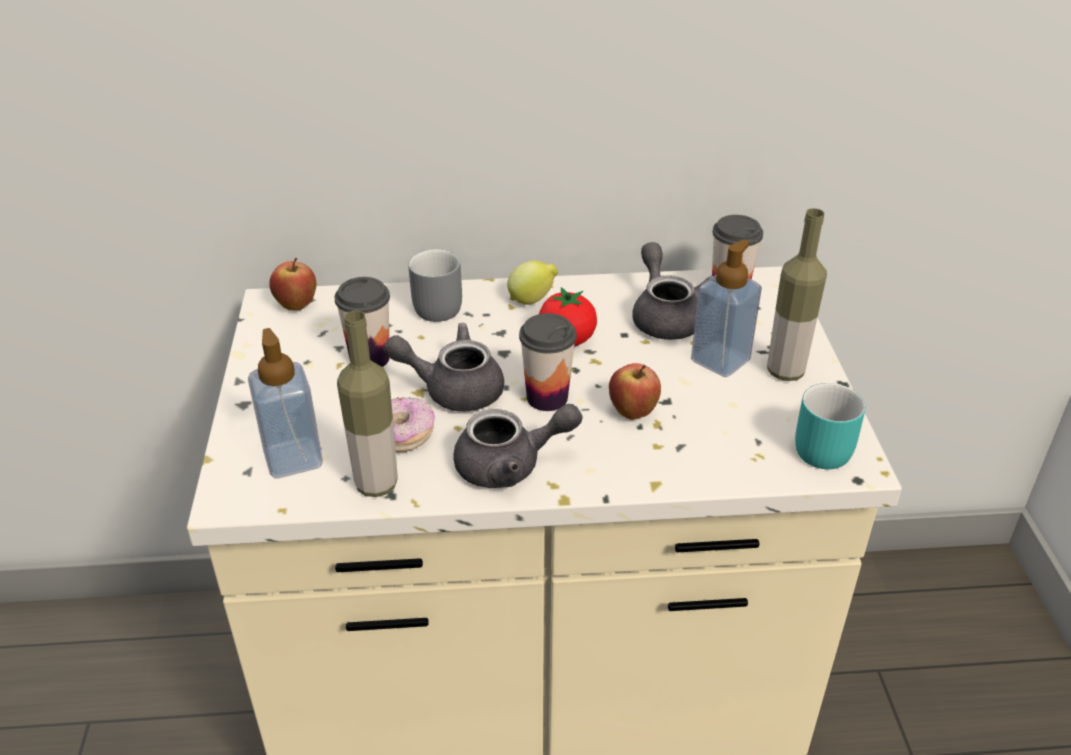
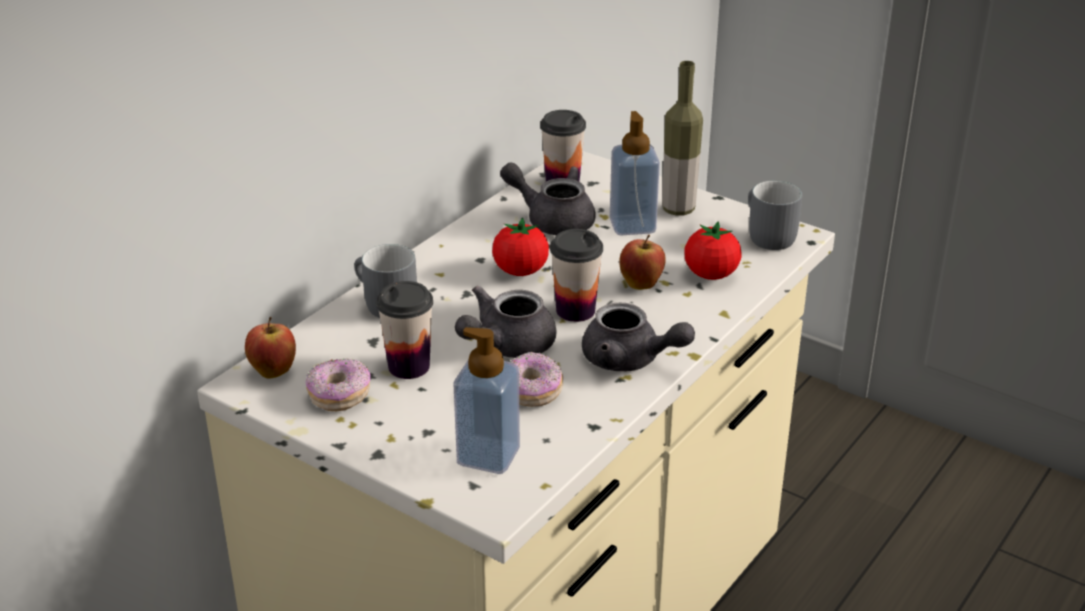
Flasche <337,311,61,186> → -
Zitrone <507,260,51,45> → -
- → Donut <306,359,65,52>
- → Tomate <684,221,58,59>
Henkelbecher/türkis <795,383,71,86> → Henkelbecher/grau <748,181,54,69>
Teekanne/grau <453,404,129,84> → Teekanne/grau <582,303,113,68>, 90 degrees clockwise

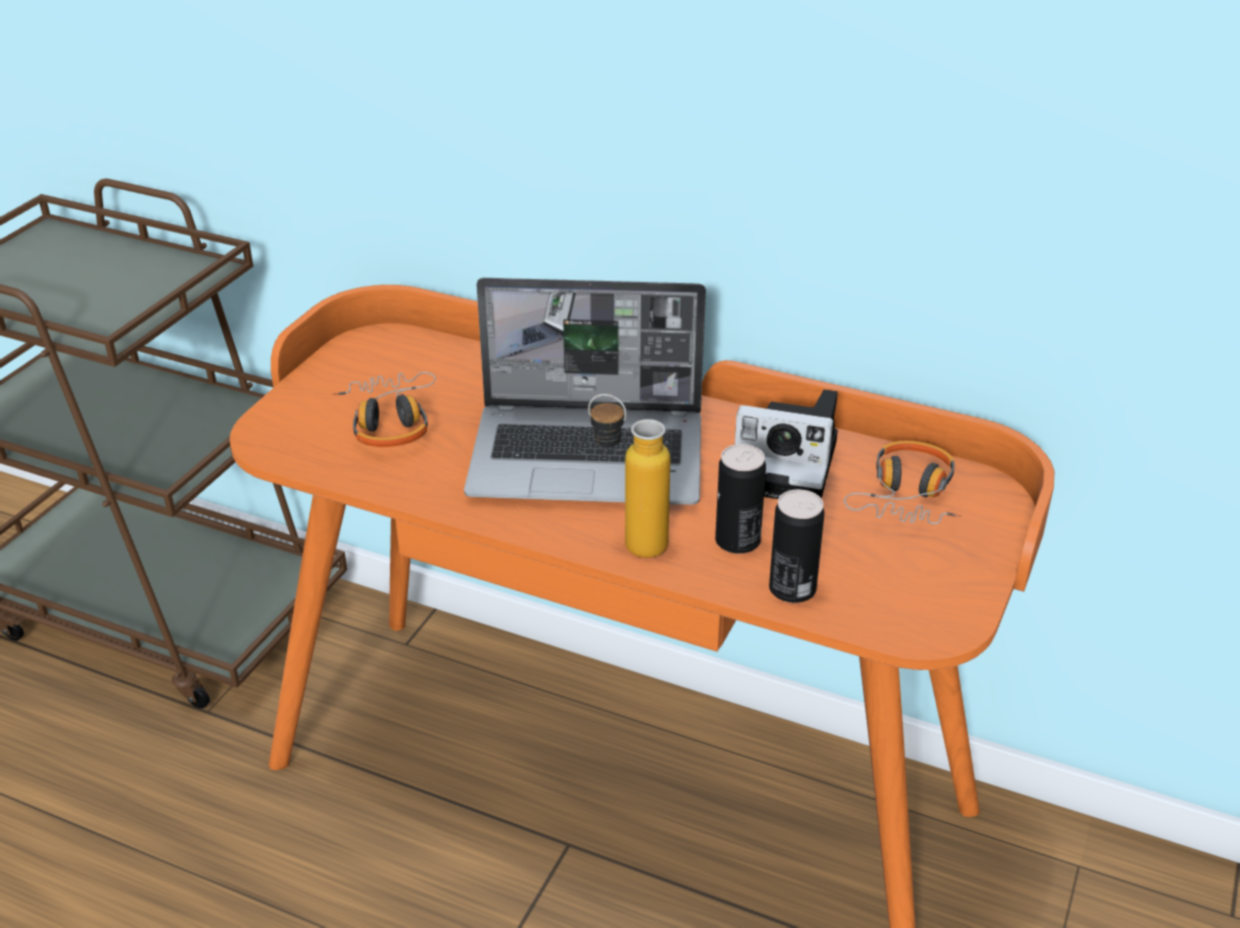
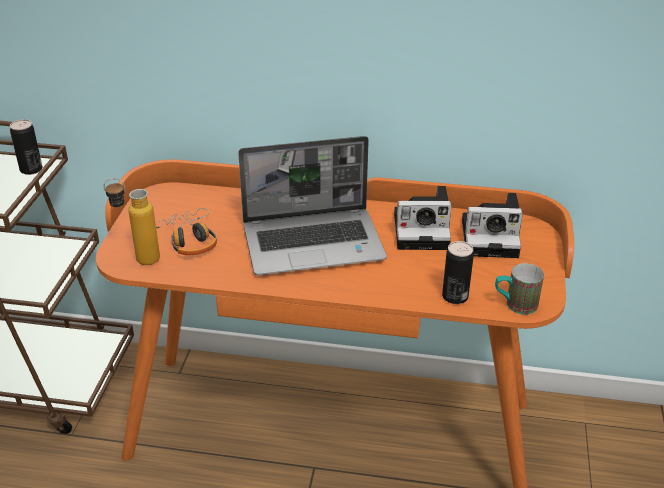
- → Henkelbecher <495,263,49,52>
Flasche <588,394,82,164> → Flasche <104,178,56,87>, move
Dose <715,444,51,110> → Dose <10,119,33,56>, move
Kopfhörer <844,441,118,83> → Kamera <462,193,61,65>

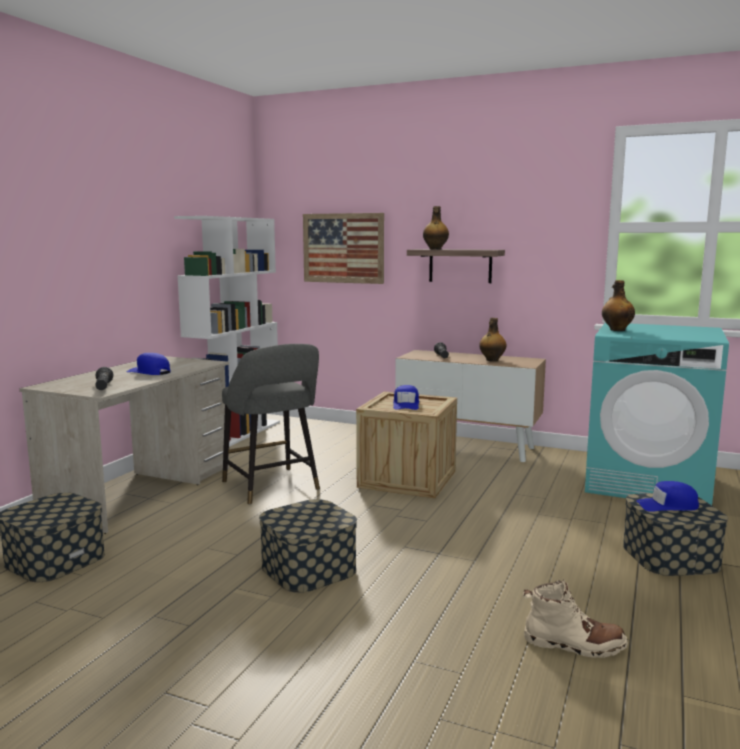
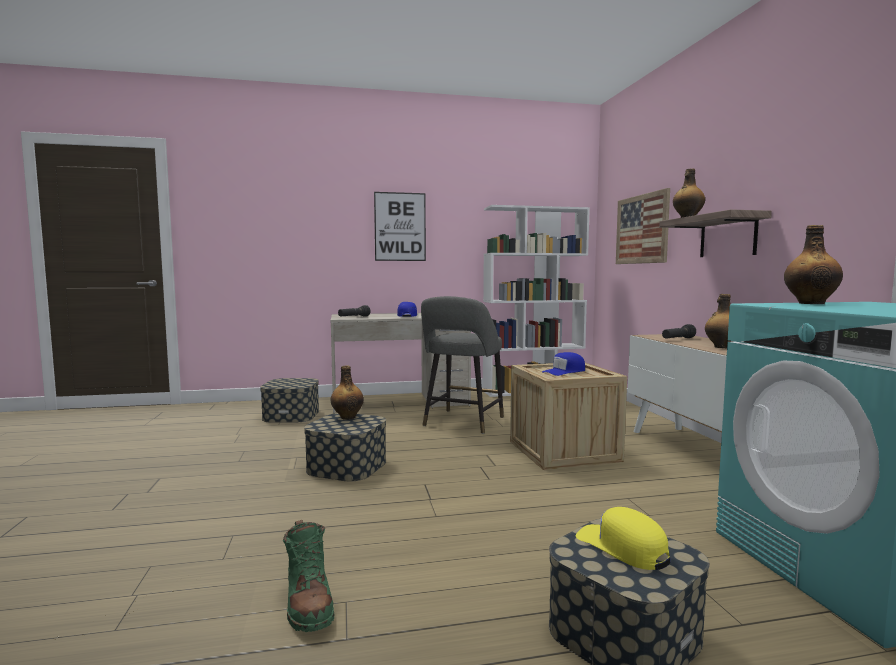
- → Flasche <331,365,33,55>
- → Bild <374,192,52,69>
Stiefel/beige <523,580,105,78> → Stiefel/grün <283,519,52,113>
Kappe/blau <636,481,63,31> → Kappe/gelb <576,507,94,63>

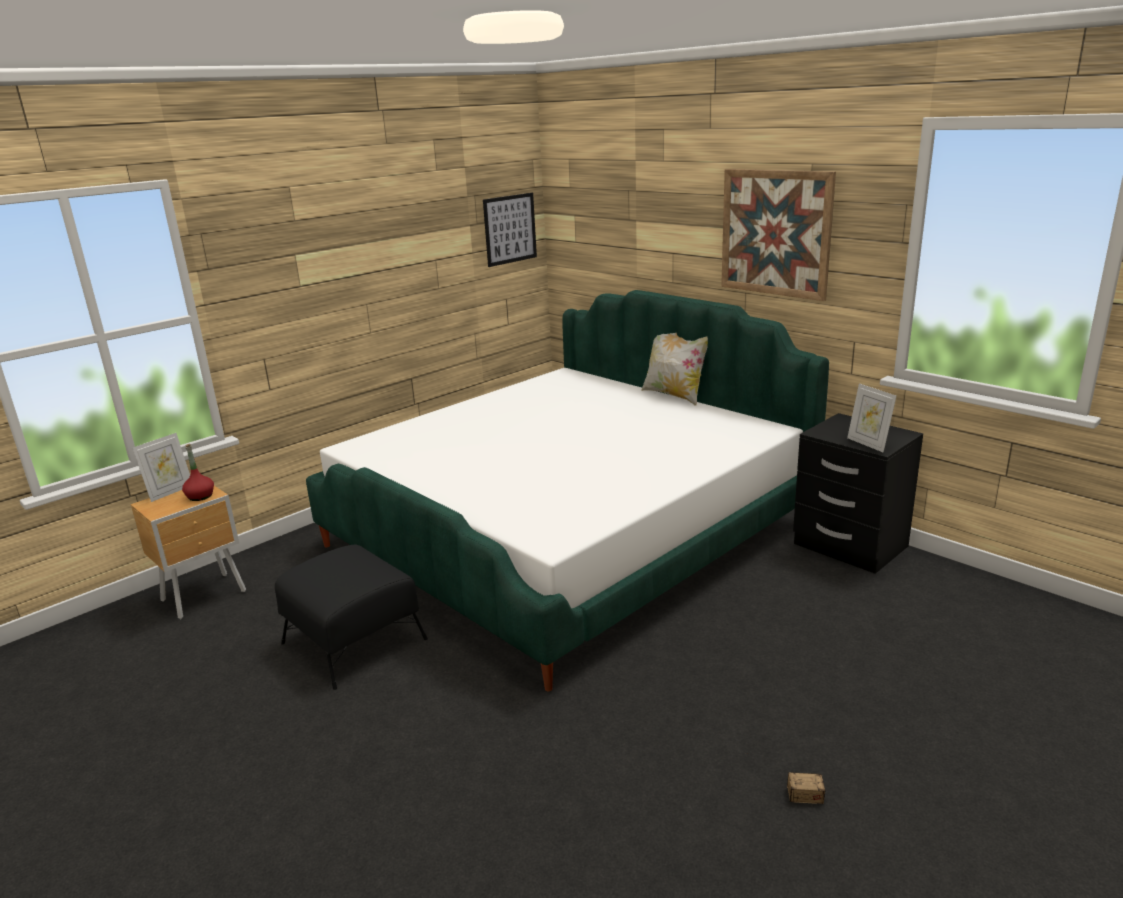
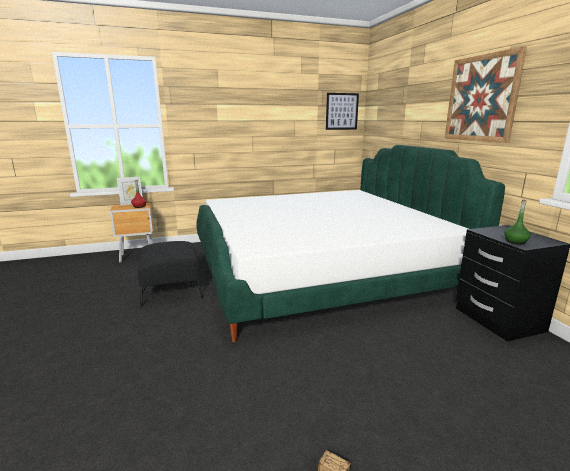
Kissen <641,333,67,73> → -
Bilderrahmen <847,384,49,69> → Flasche/grün <504,199,27,45>

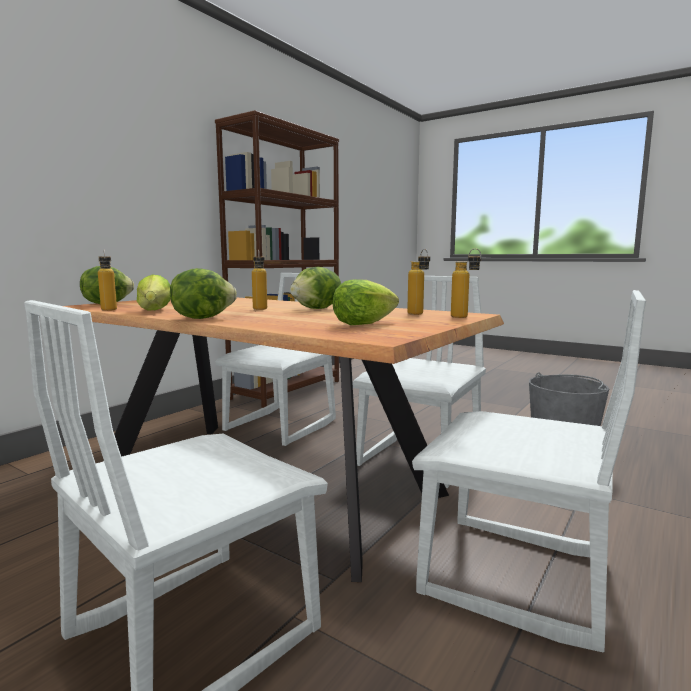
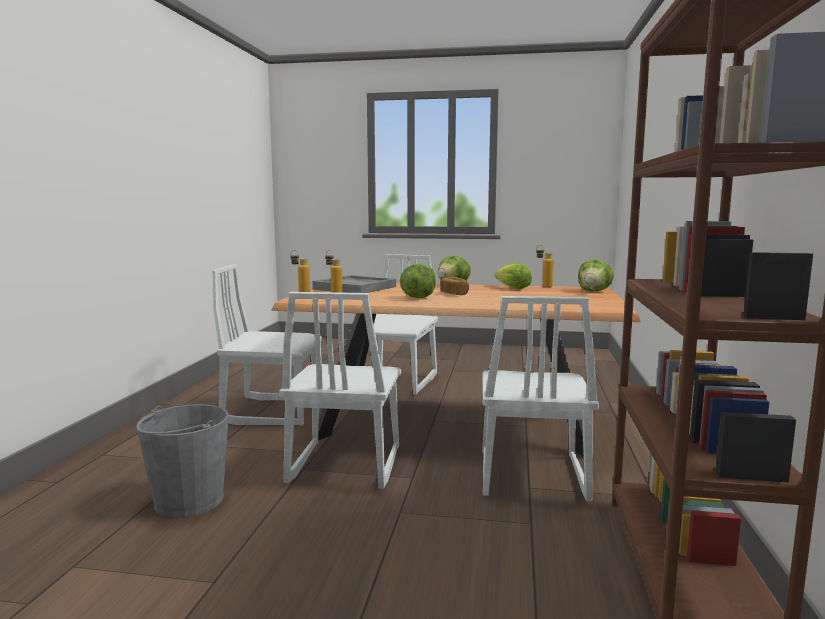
Flasche <252,250,15,60> → Brot <440,277,29,18>
Salatkopf <333,279,66,46> → Tablett/grau <313,275,83,18>

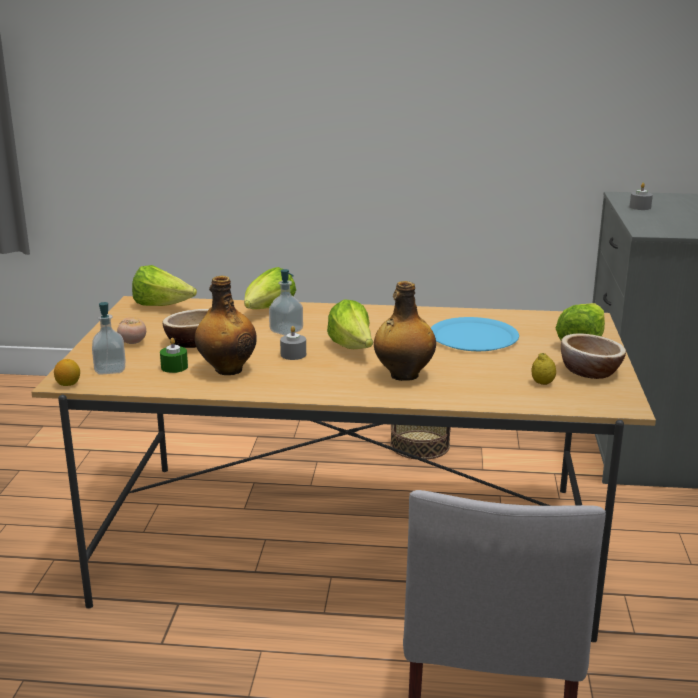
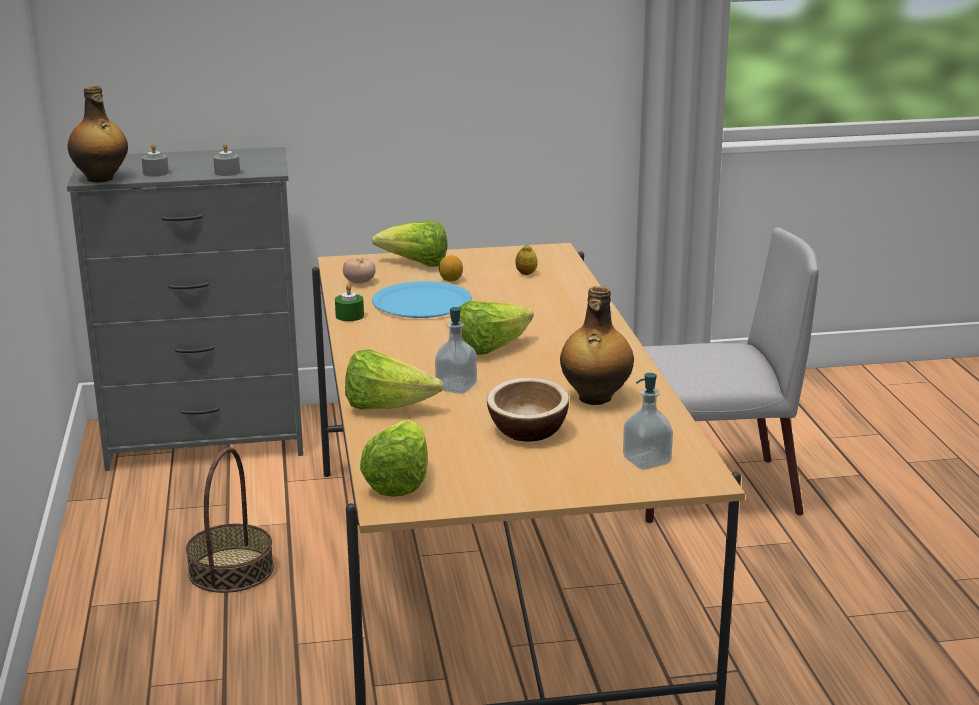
Schüssel <561,334,65,45> → -
Zitrone <54,359,26,27> → Zitrone <439,255,24,27>, move
Tomate <117,317,29,27> → Tomate <343,258,33,26>, move
Kerze/grün <160,338,28,35> → Kerze/grün <335,284,29,37>, move
Kerze/grau <280,326,26,34> → Kerze/grau <213,143,27,33>, move
Flasche <374,281,62,100> → Flasche <68,85,60,97>, move

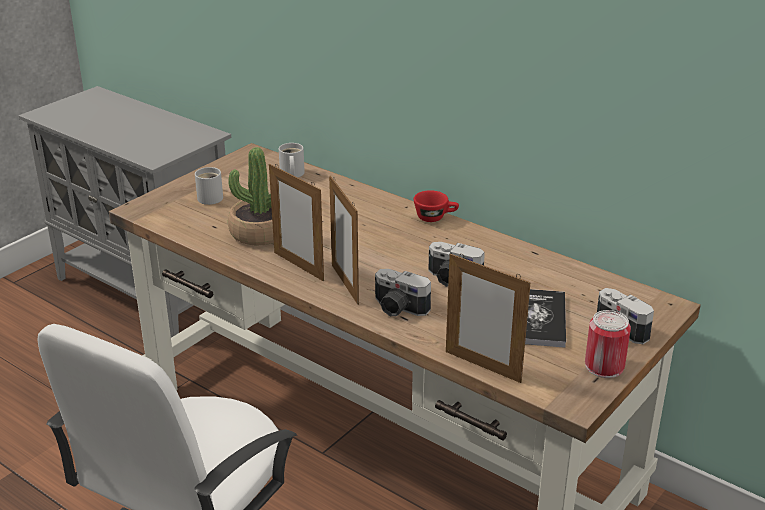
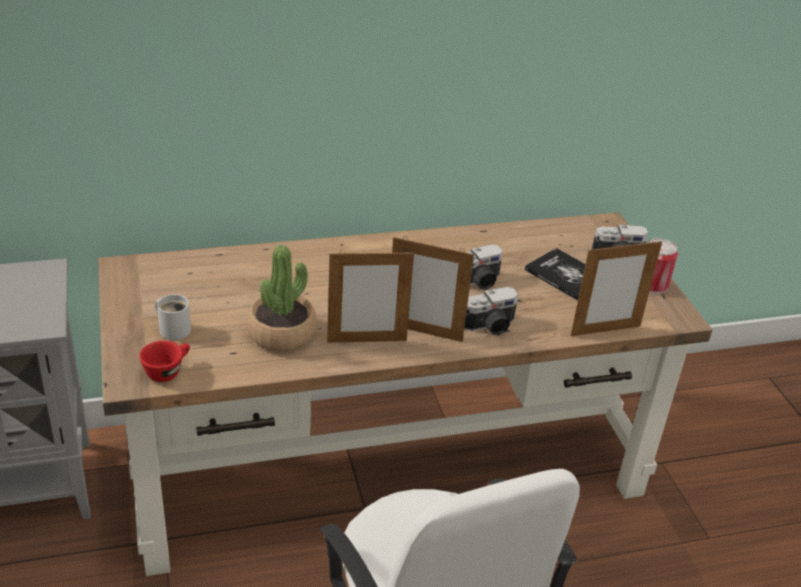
Henkelbecher/weiß <279,143,26,35> → -
Tasse/rot <414,190,45,32> → Tasse/rot <139,341,51,41>, move

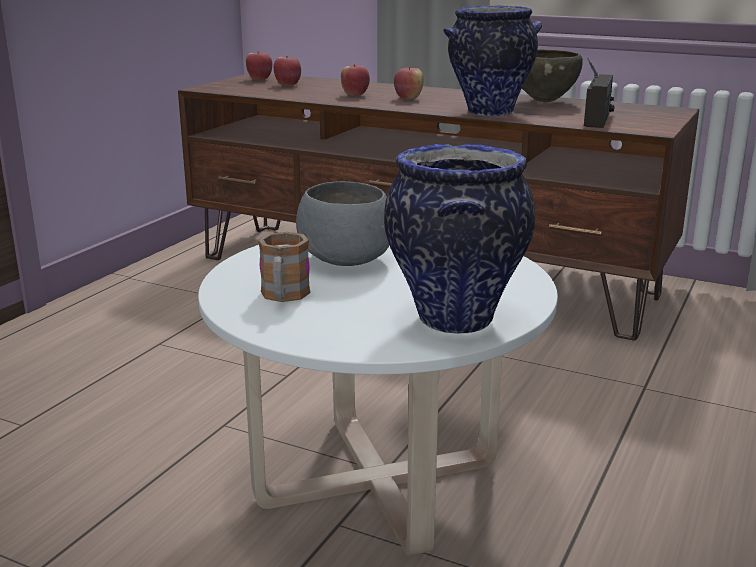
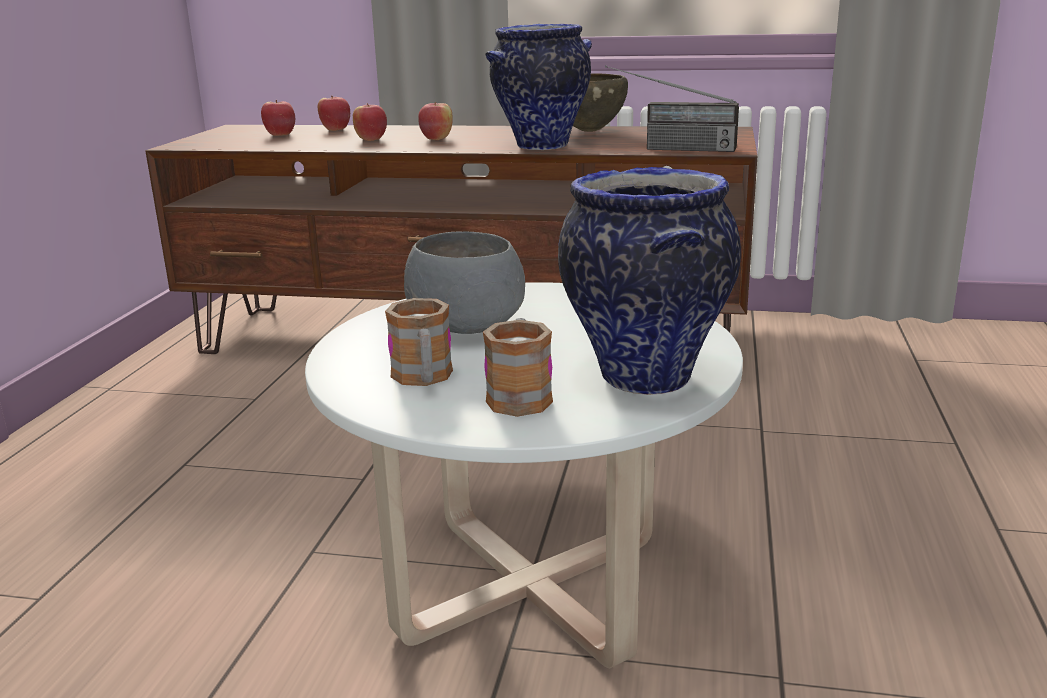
- → Henkelbecher <483,318,70,99>
Apfel <246,51,26,29> → Apfel <318,96,32,35>, move
Radio <584,58,31,70> → Radio <605,65,134,87>, 105 degrees clockwise

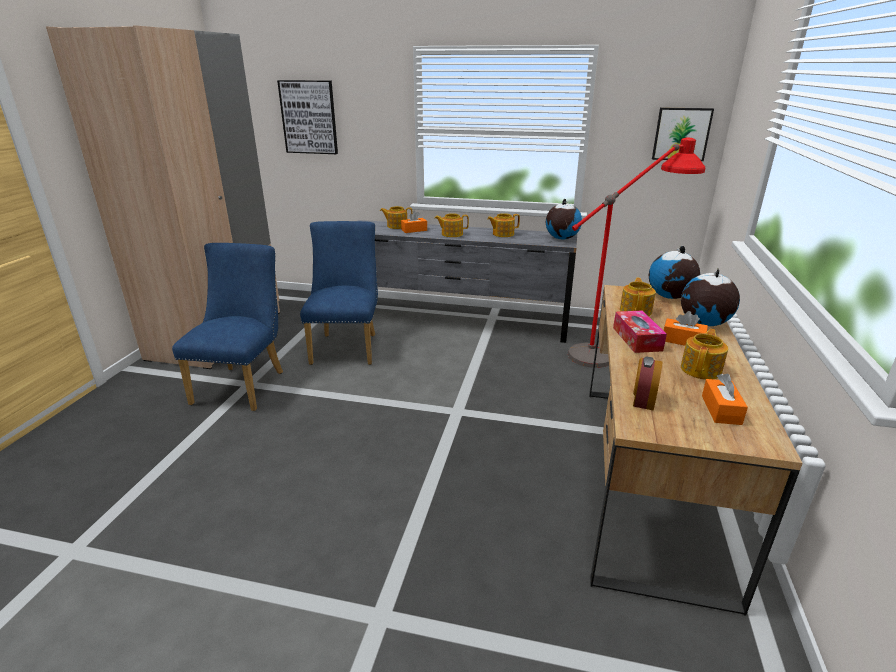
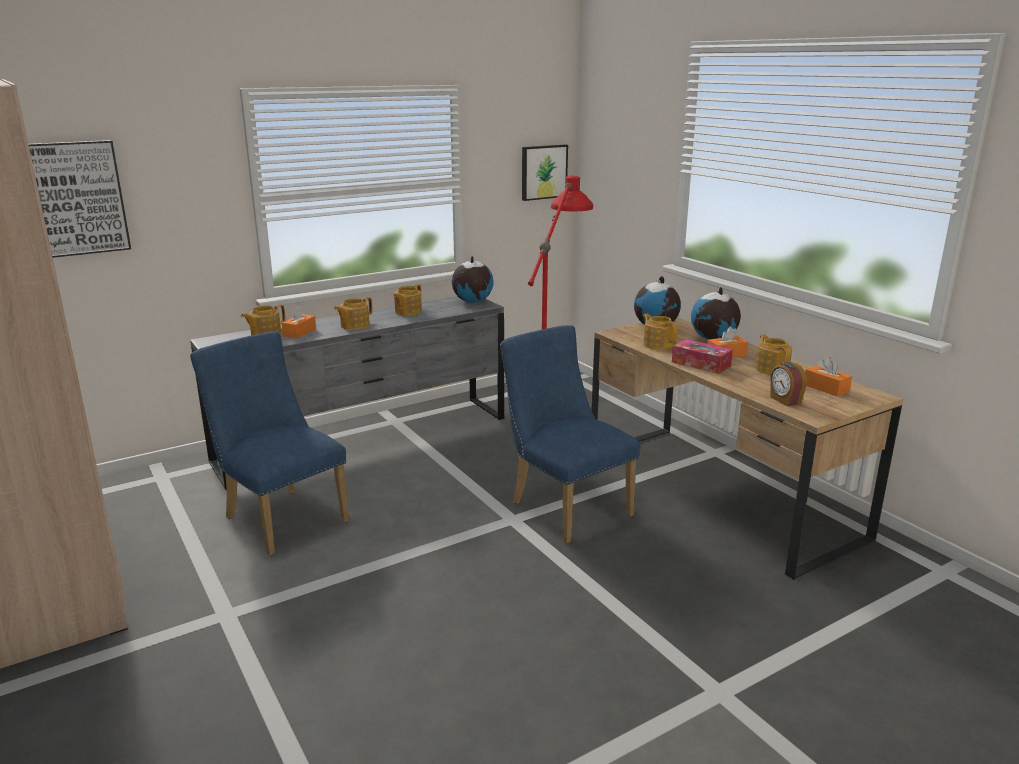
Stuhl/blau <172,243,111,168> → Stuhl/blau <500,325,140,218>, move

